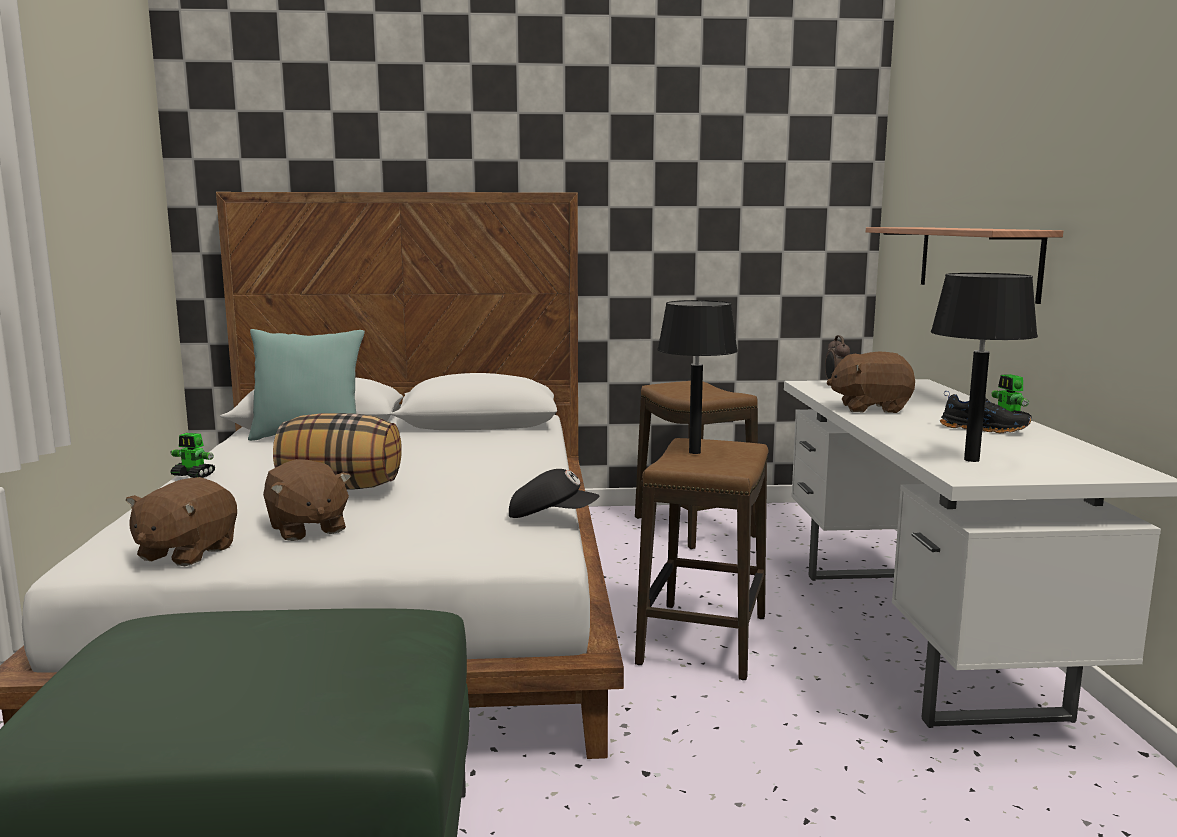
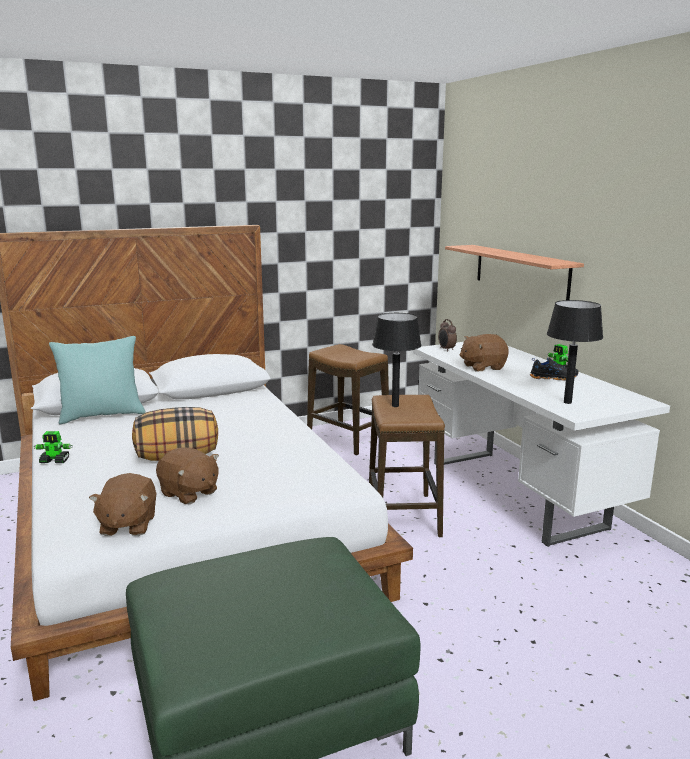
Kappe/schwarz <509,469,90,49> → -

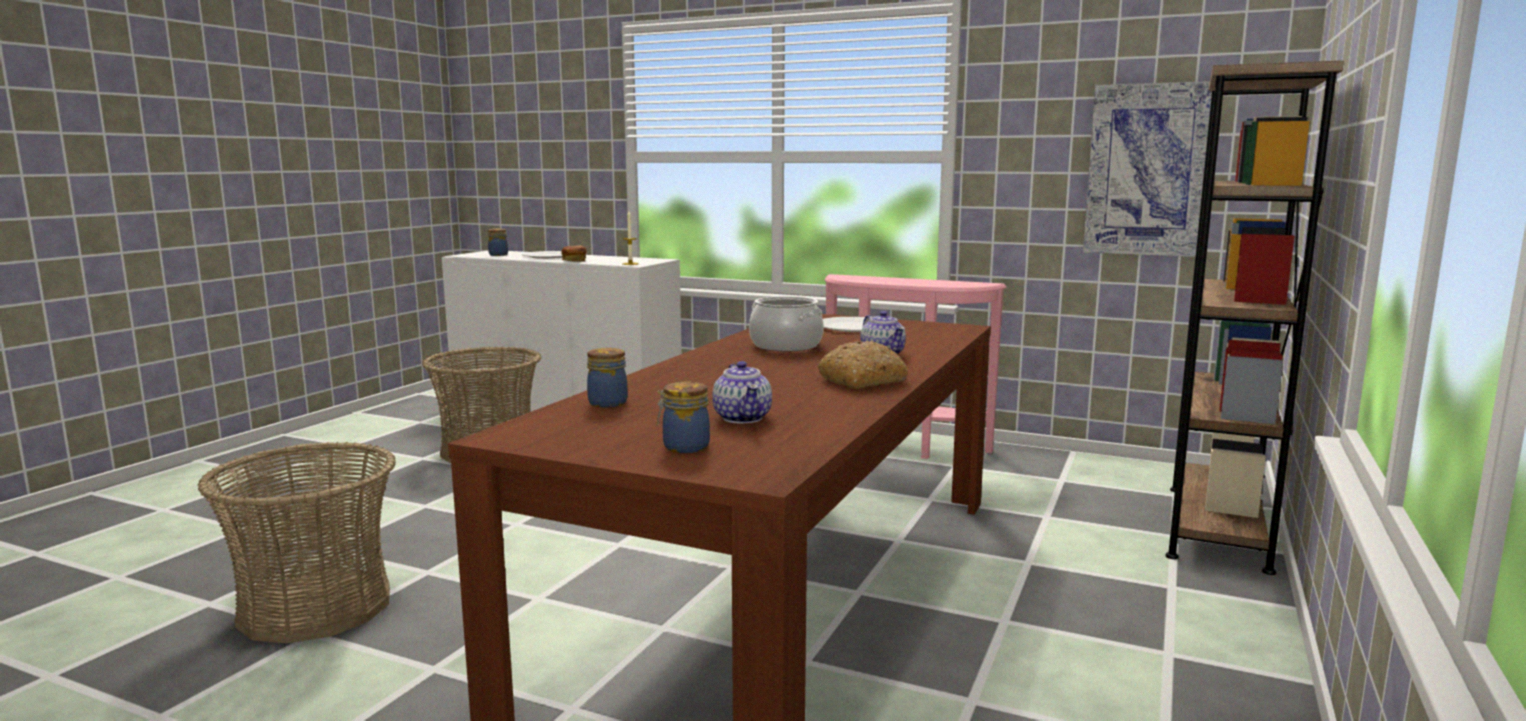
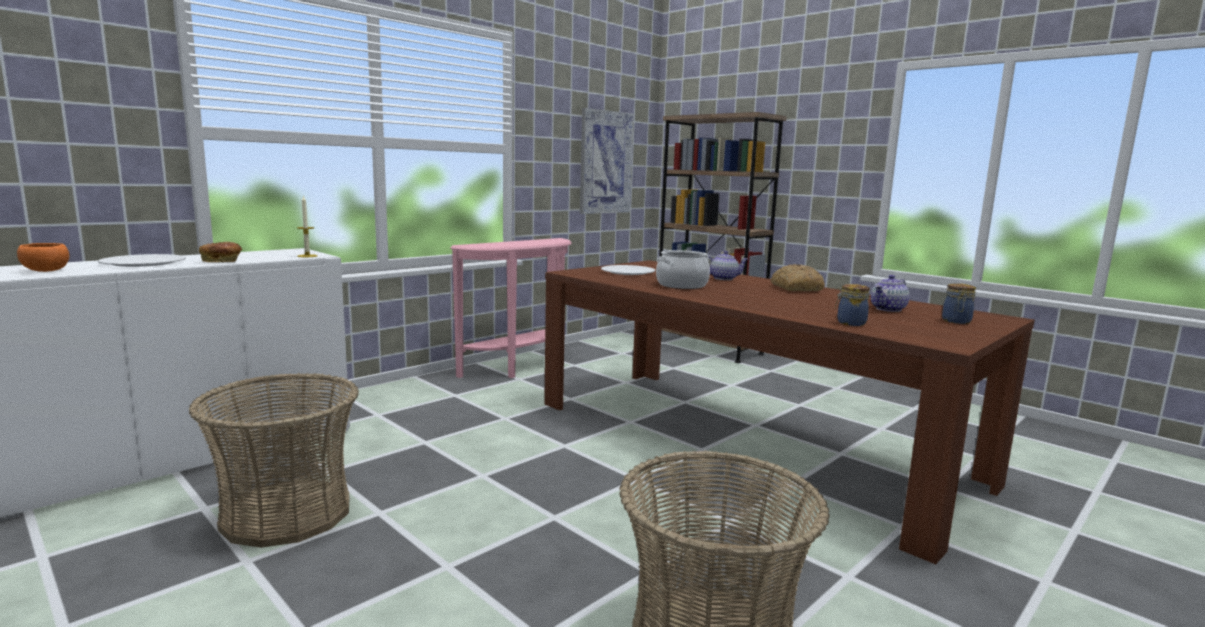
Vorratsglas <488,228,20,28> → Schüssel/orange <17,243,52,29>
Teekanne <712,361,60,62> → Teekanne <871,275,39,37>, 135 degrees clockwise

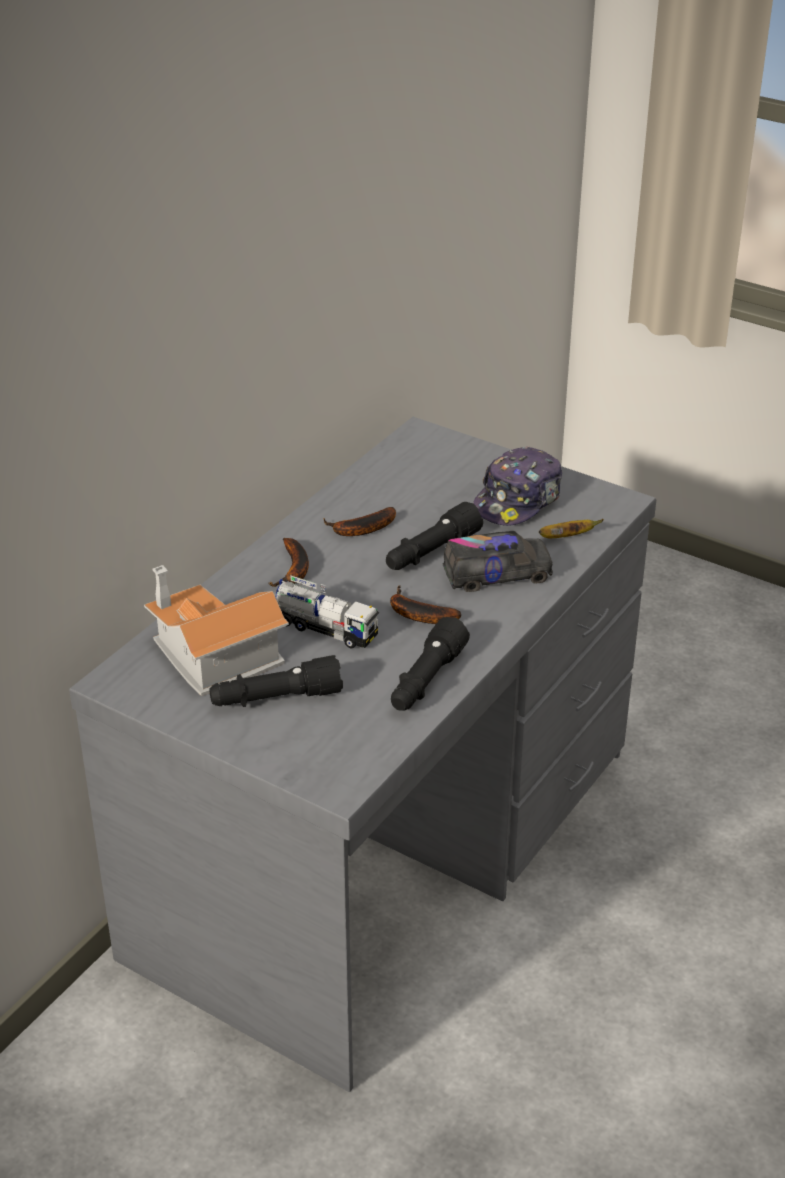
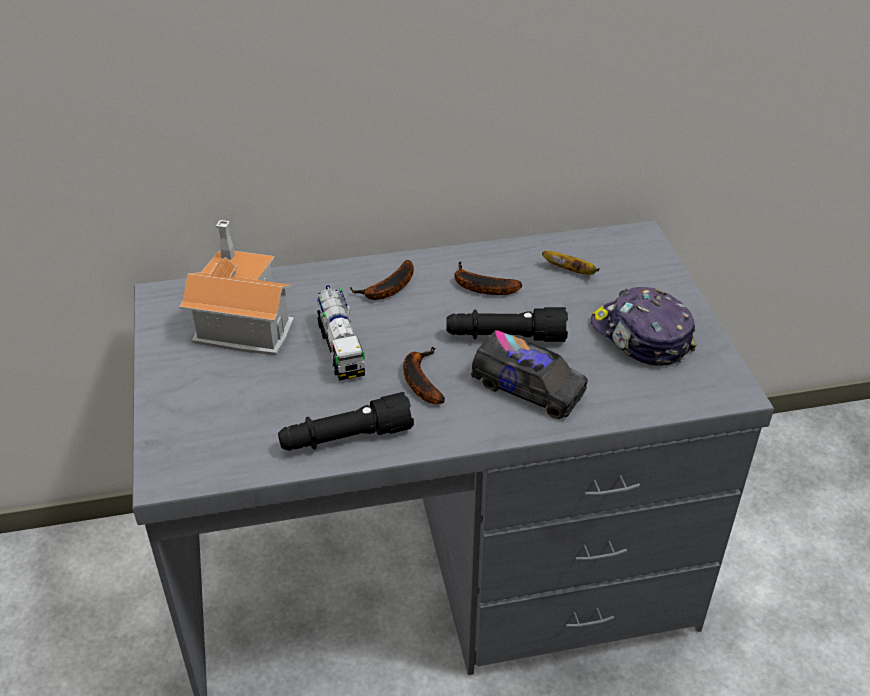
Taschenlampe/schwarz <209,655,134,52> → -
Banane <539,519,65,19> → Banane <542,251,58,24>, move
Kappe <473,447,89,79> → Kappe <591,287,105,79>, 60 degrees clockwise

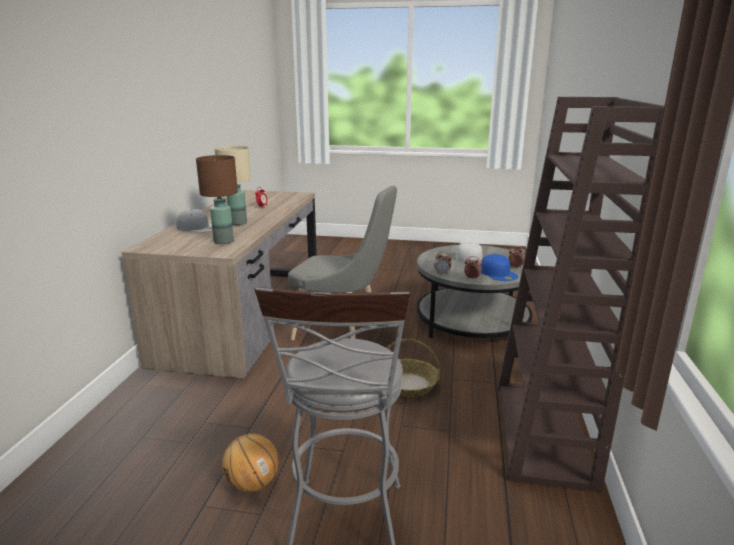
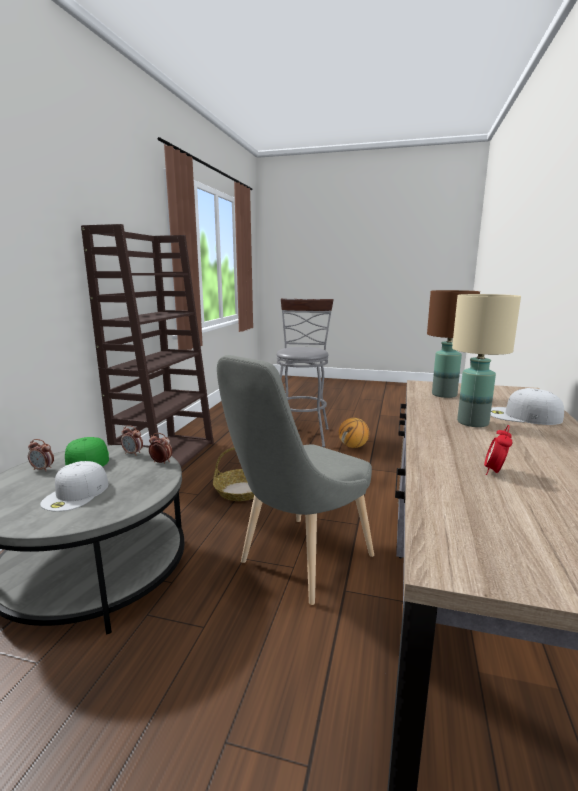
Kappe/blau <481,254,37,27> → Kappe/grün <65,437,44,30>
Stuhl/grau <288,186,109,154> → Stuhl/grau <217,355,157,250>, 75 degrees counterclockwise

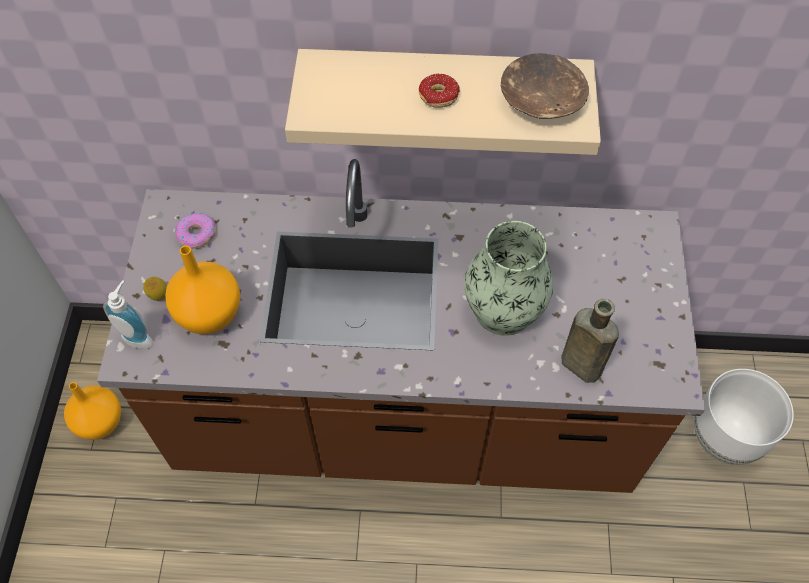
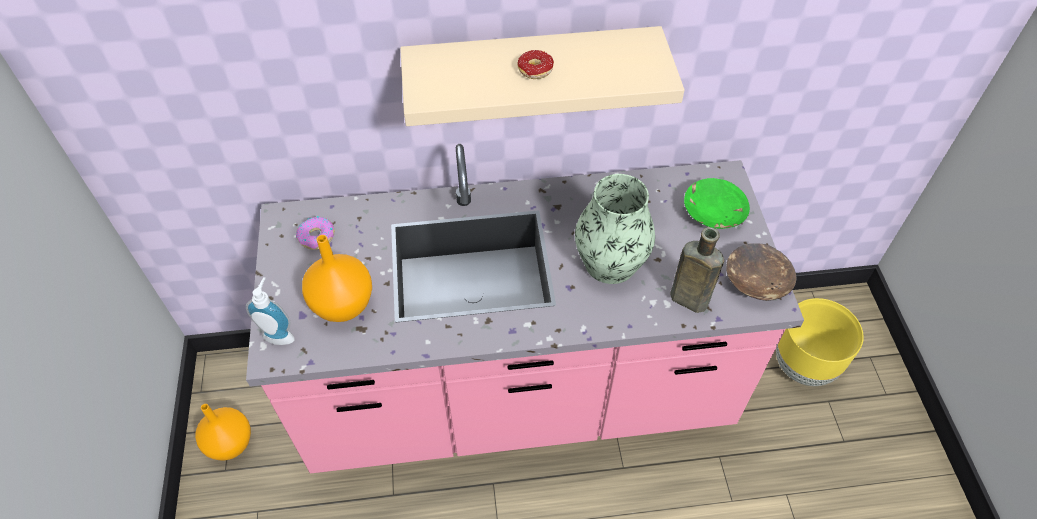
Zitrone <143,277,24,24> → -
- → Schüssel/grün <684,178,66,51>
Schüssel/braun <501,53,88,66> → Schüssel/braun <726,243,71,58>, move
Küchenzeile/braun <97,159,608,334> → Küchenzeile/rosa <246,144,558,329>
Pflanzkübel/weiß <694,369,100,96> → Pflanzkübel/gelb <776,298,88,88>

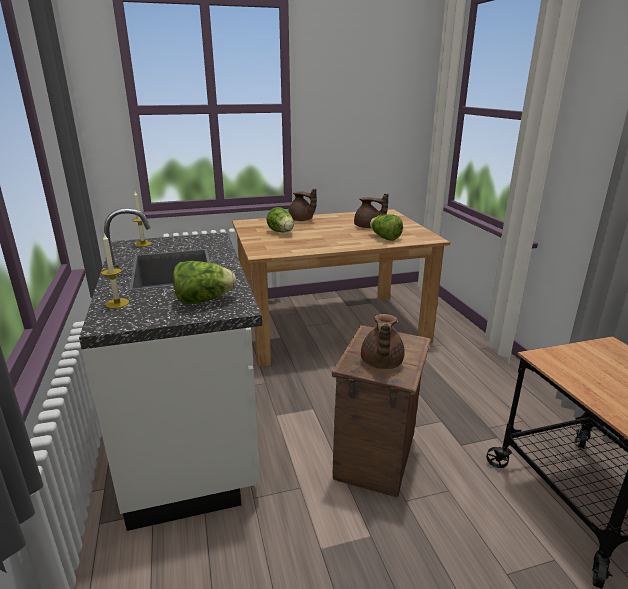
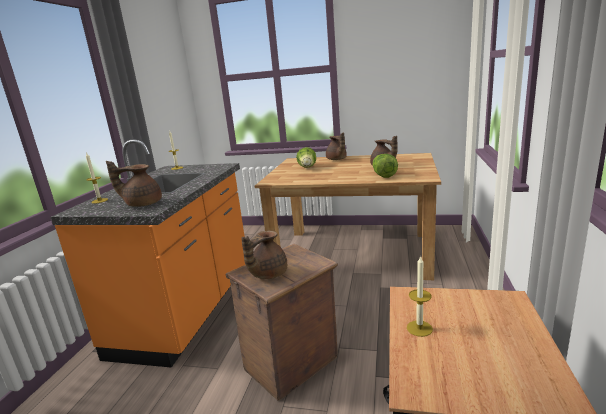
- → Kerze <407,255,26,82>
Salatkopf <173,261,63,44> → Teekanne/braun <106,161,56,46>
Küchenzeile/weiß <79,208,183,323> → Küchenzeile/orange <50,140,195,228>

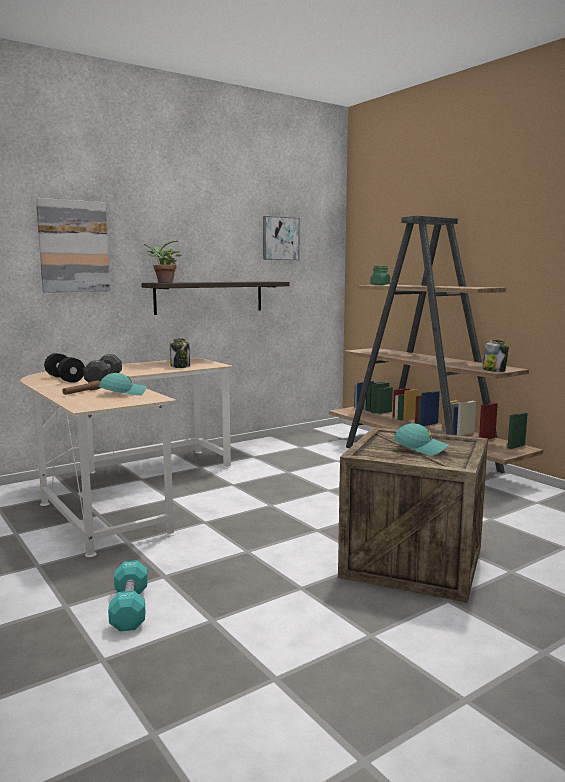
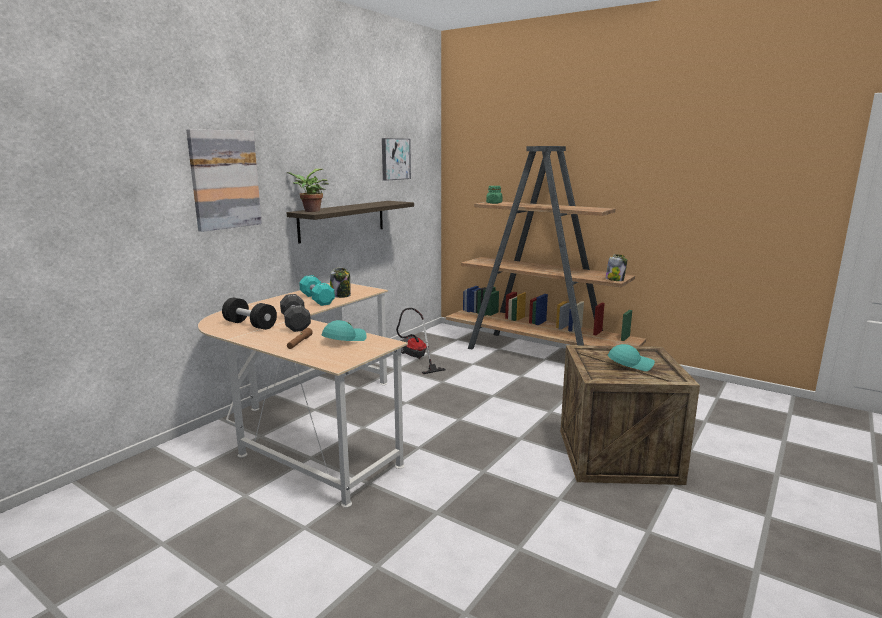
- → Staubsauger <396,308,50,66>
Hantel/türkis <108,560,40,71> → Hantel/türkis <299,275,36,31>, move

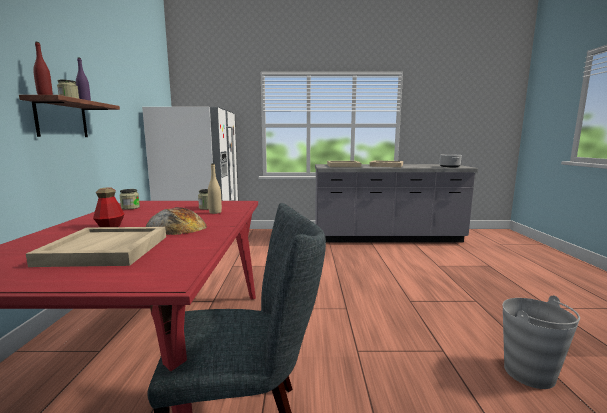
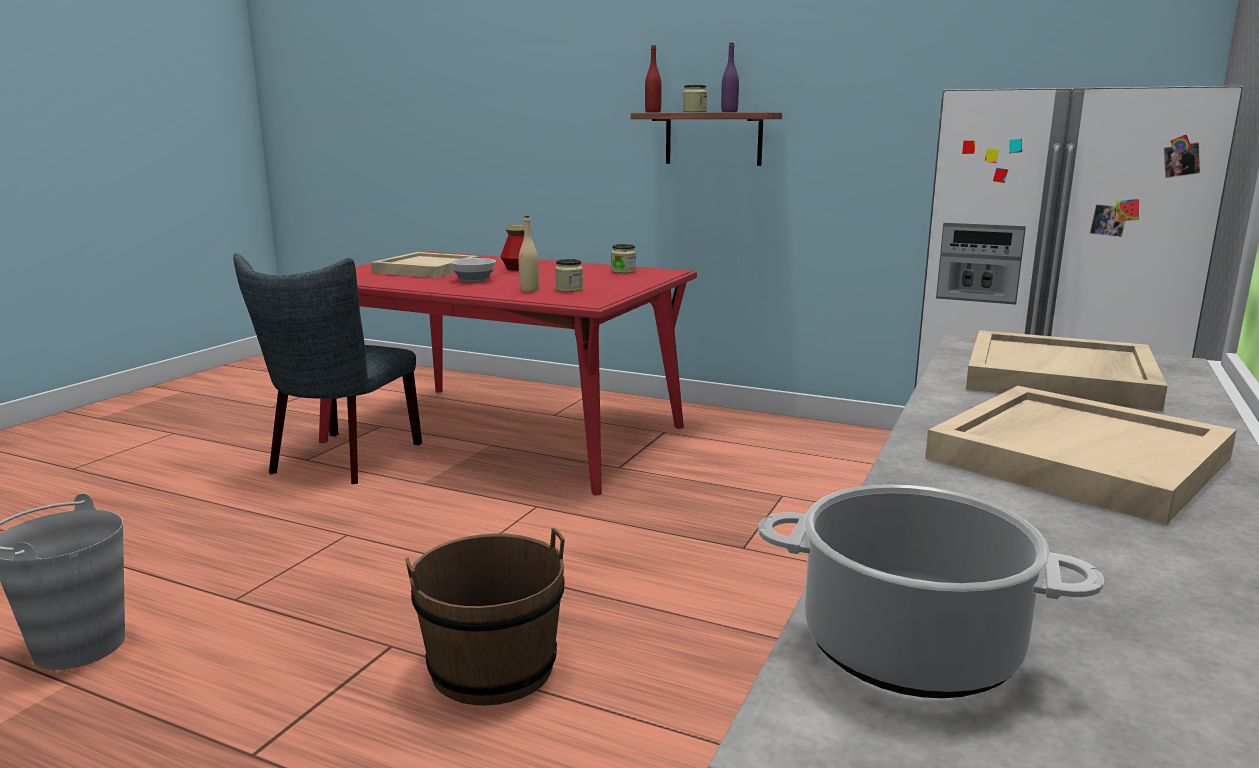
- → Eimer/braun <405,528,160,178>
Brot <146,207,61,28> → Schüssel <450,258,46,24>

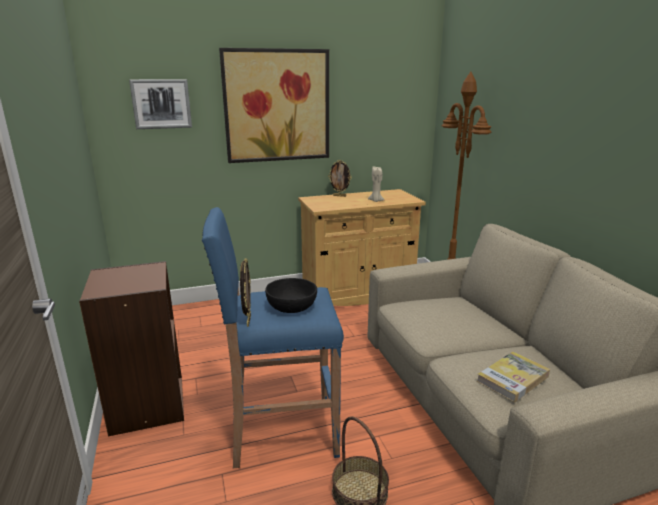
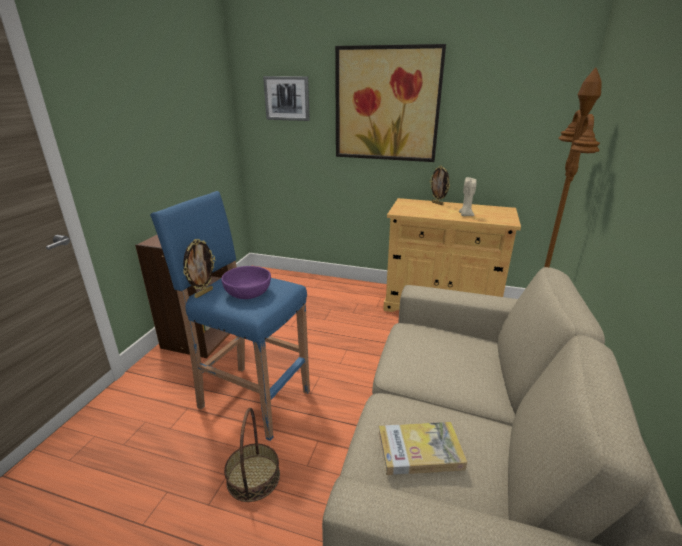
Schüssel/schwarz <265,278,52,35> → Schüssel/lila <221,266,50,33>

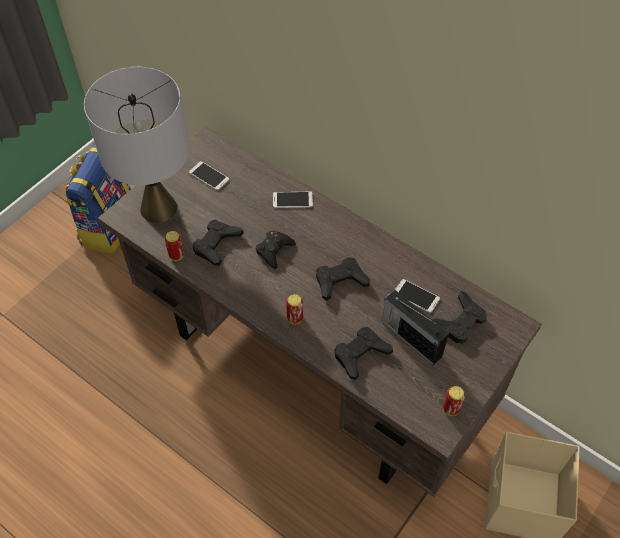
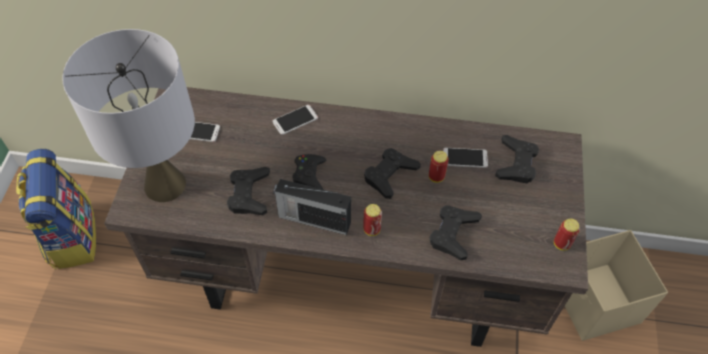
Dose <165,231,19,30> → Dose <429,151,20,32>, move
Radio <382,290,67,75> → Radio <273,179,78,56>, move

